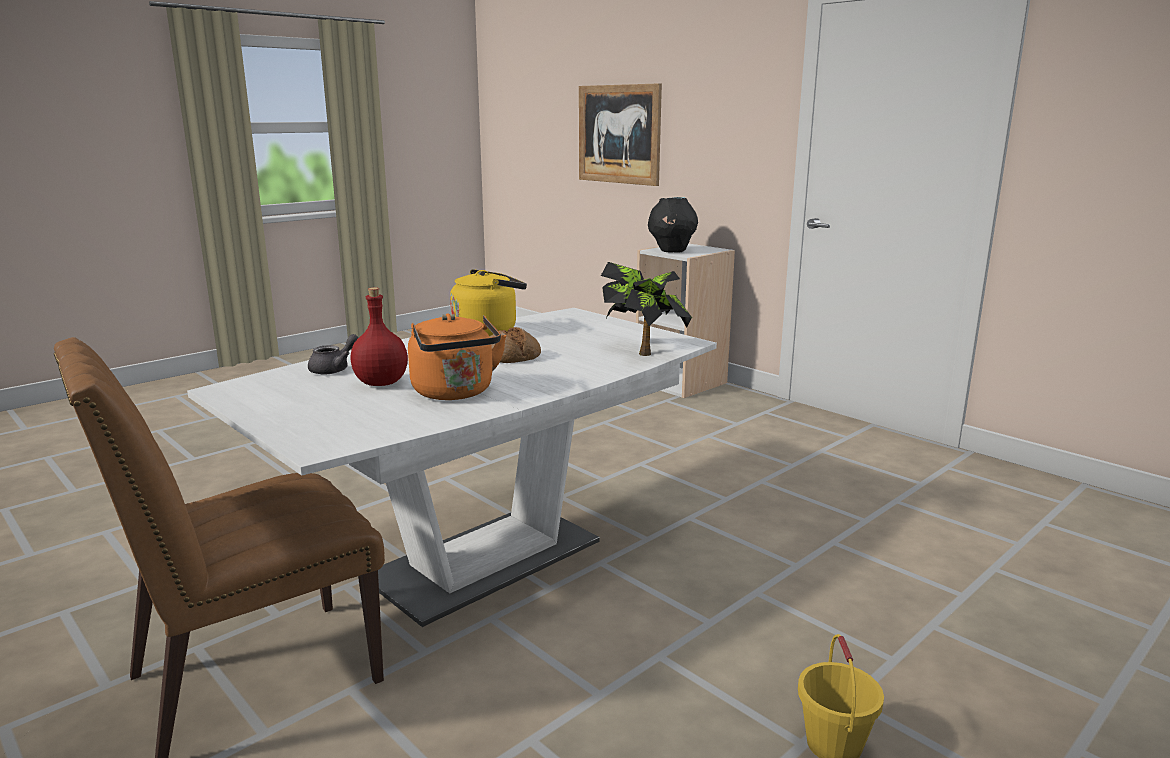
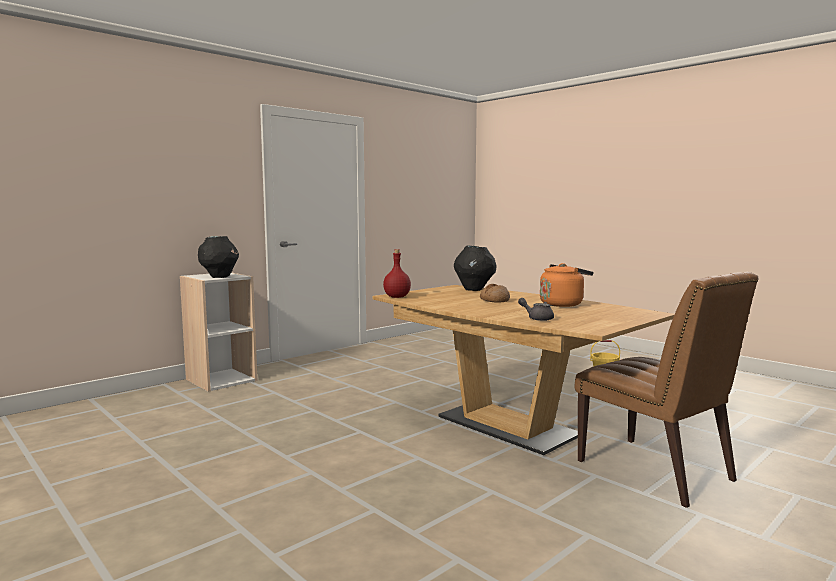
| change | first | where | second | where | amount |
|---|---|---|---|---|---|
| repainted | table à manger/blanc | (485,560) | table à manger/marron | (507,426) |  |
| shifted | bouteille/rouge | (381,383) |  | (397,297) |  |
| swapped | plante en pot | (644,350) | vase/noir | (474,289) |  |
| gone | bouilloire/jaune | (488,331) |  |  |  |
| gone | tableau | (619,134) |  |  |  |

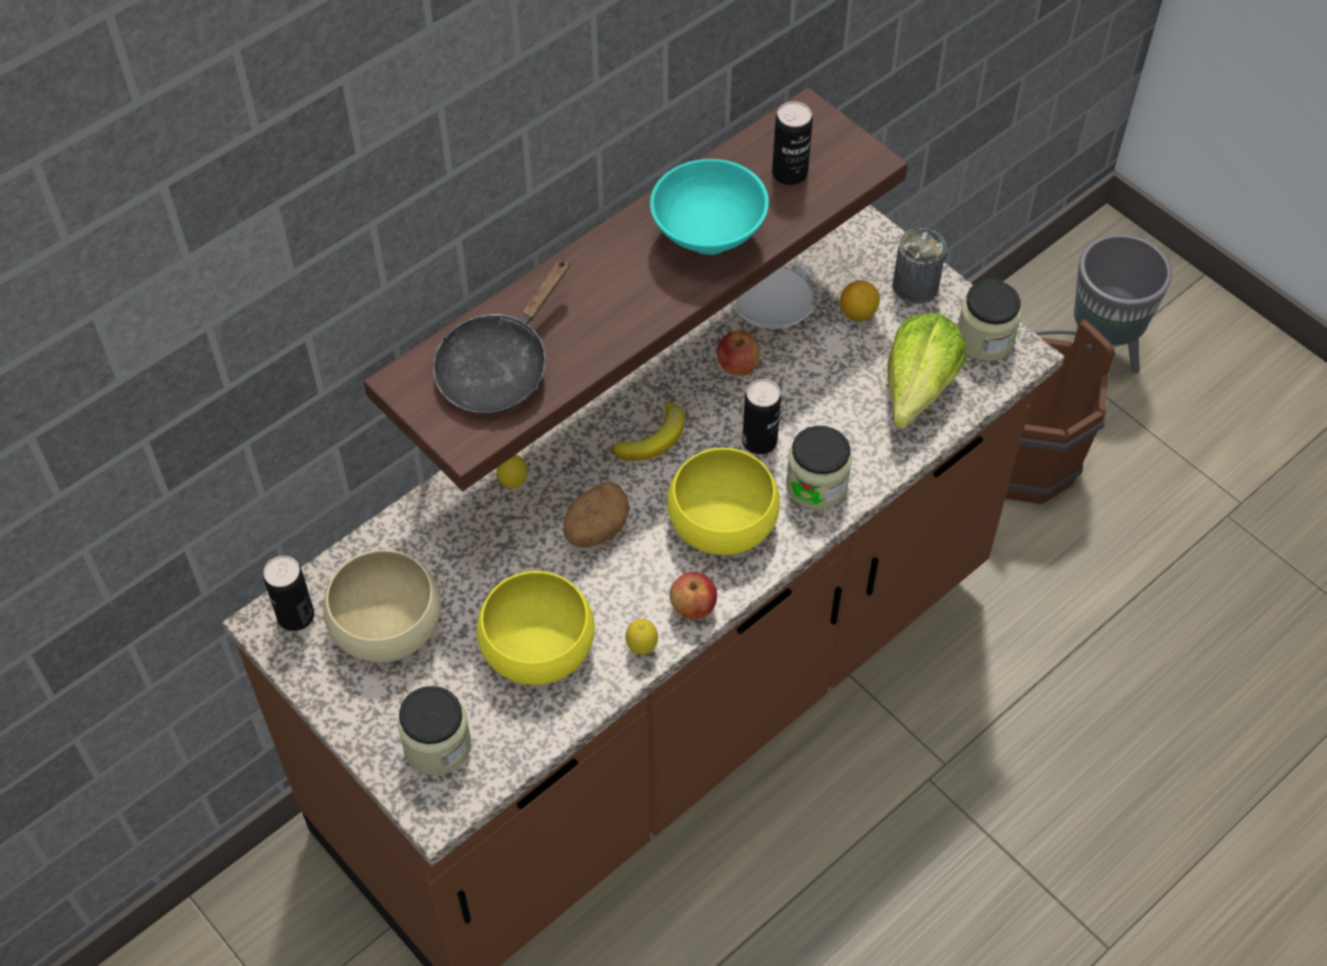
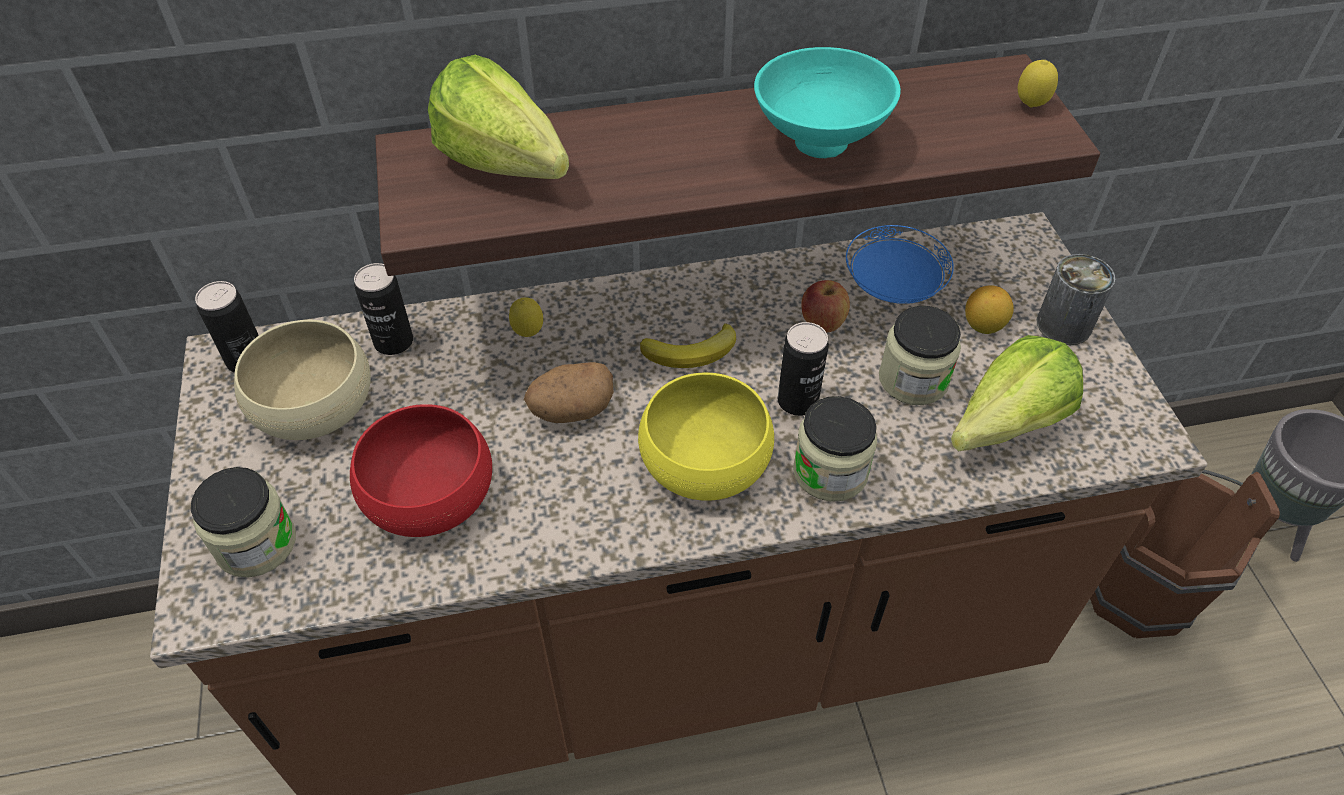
| change | first | where | second | where | amount |
|---|---|---|---|---|---|
| repainted | bol/jaune | (538,645) | bol/rouge | (430,493) |  |
| shifted | boîte métallique | (789,173) |  | (393,342) |  |
| swapped | poêle/noir | (499,367) | laitue | (510,172) |  |
| repainted | assiette/blanc | (772,309) | assiette/bleu | (894,286) |  |
| shifted | bocal | (984,339) |  | (913,379) |  |
| shifted | citron | (642,648) |  | (1030,106) |  |
| gone | pomme | (693,607) |  |  |  |

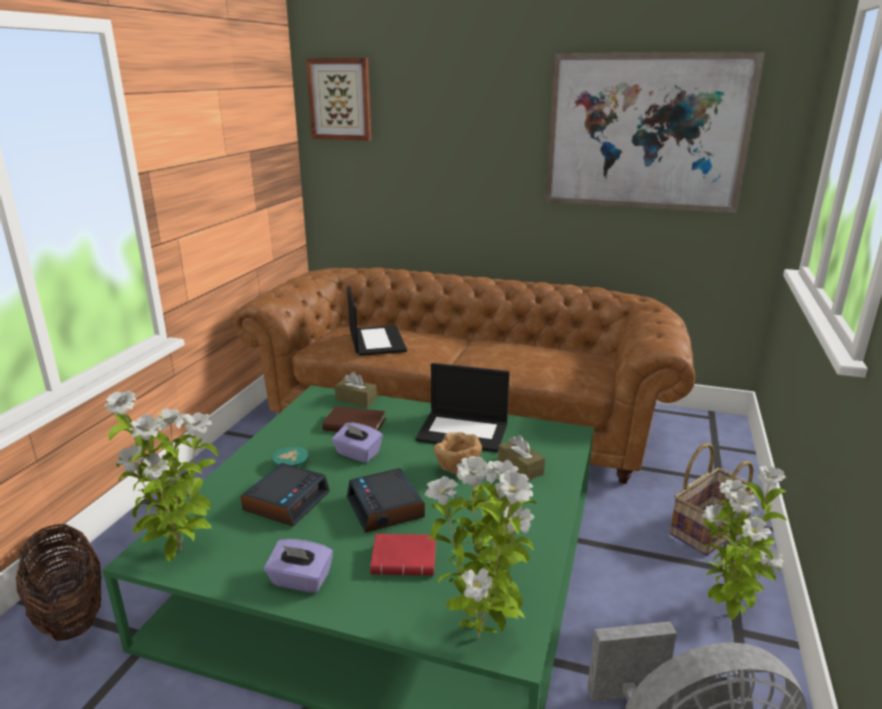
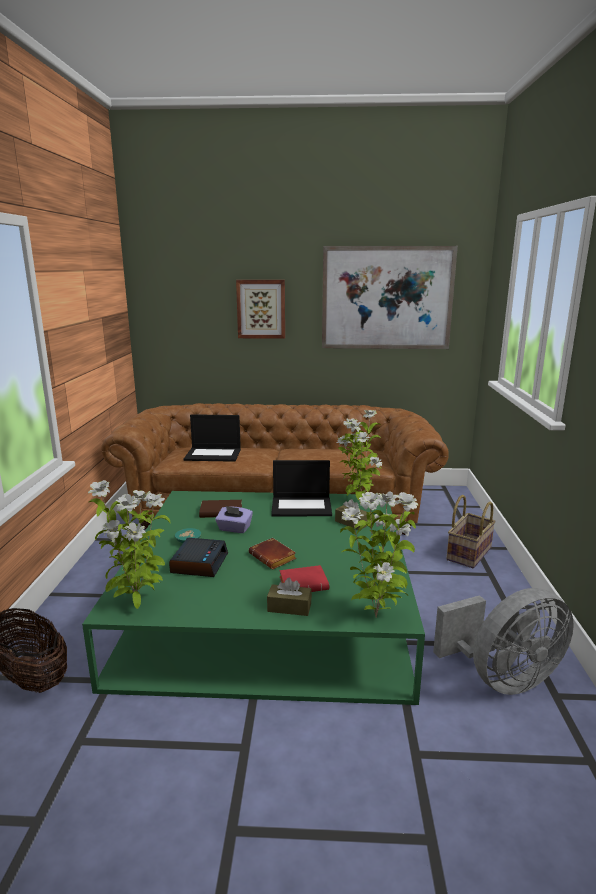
| change | first | where | second | where | amount |
|---|---|---|---|---|---|
| rotated | ordinateur portable | (376,341) |  | (214,454) | 120 degrees clockwise |
| shifted | tableau | (340,99) |  | (261,309) |  |
| swapped | réveil | (386,508) | livre/marron | (274,557) |  |
| shifted | boîte à mouchoirs/marron | (356,399) |  | (289,607) |  |
| shifted | plante en pot | (727,612) |  | (358,503) |  |
| gone | boîte à mouchoirs/violet | (300,580) |  |  |  |
| gone | bol/marron | (457,471) |  |  |  |

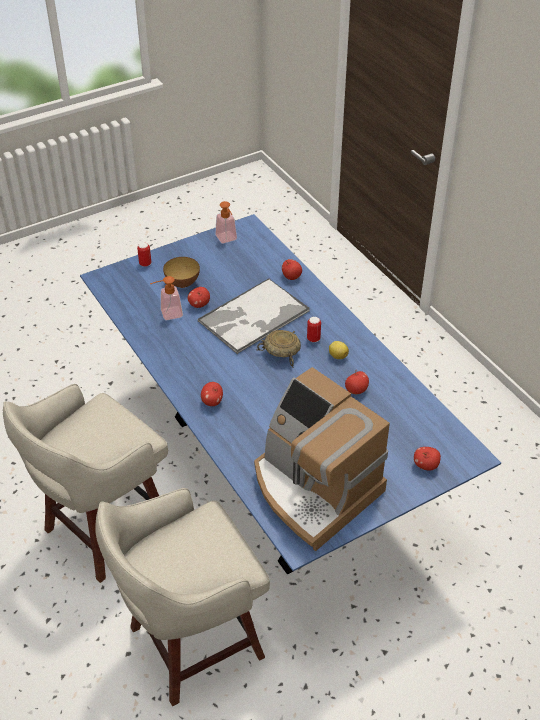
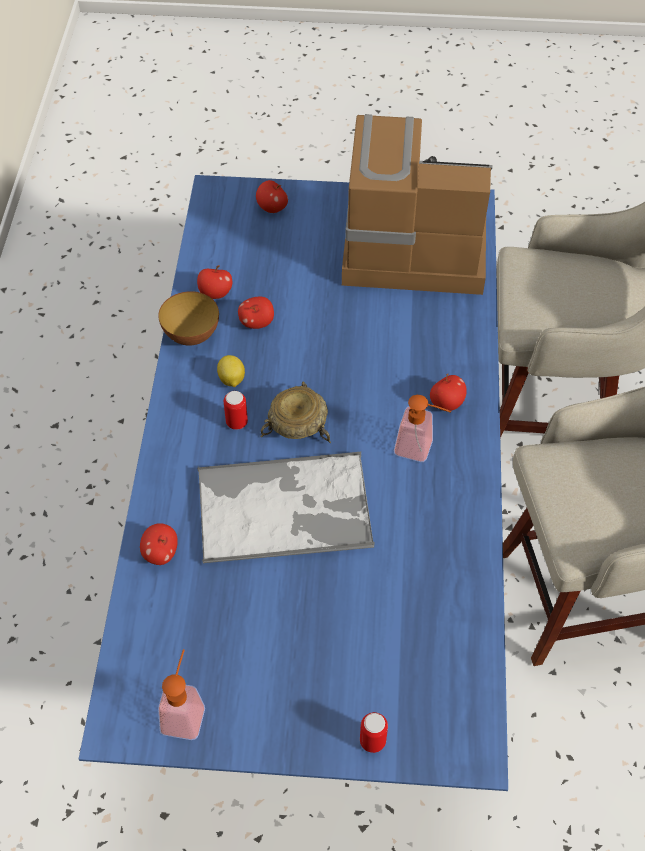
| change | first | where | second | where | amount |
|---|---|---|---|---|---|
| shifted | bol | (182,283) |  | (191,335) |  |
| shifted | pomme | (199,304) |  | (215,293) |  |
| rotated | machine à café | (313,489) |  | (411,244) | 75 degrees counterclockwise |
| shifted | distributeur de savon | (167,314) |  | (420,449) |  |

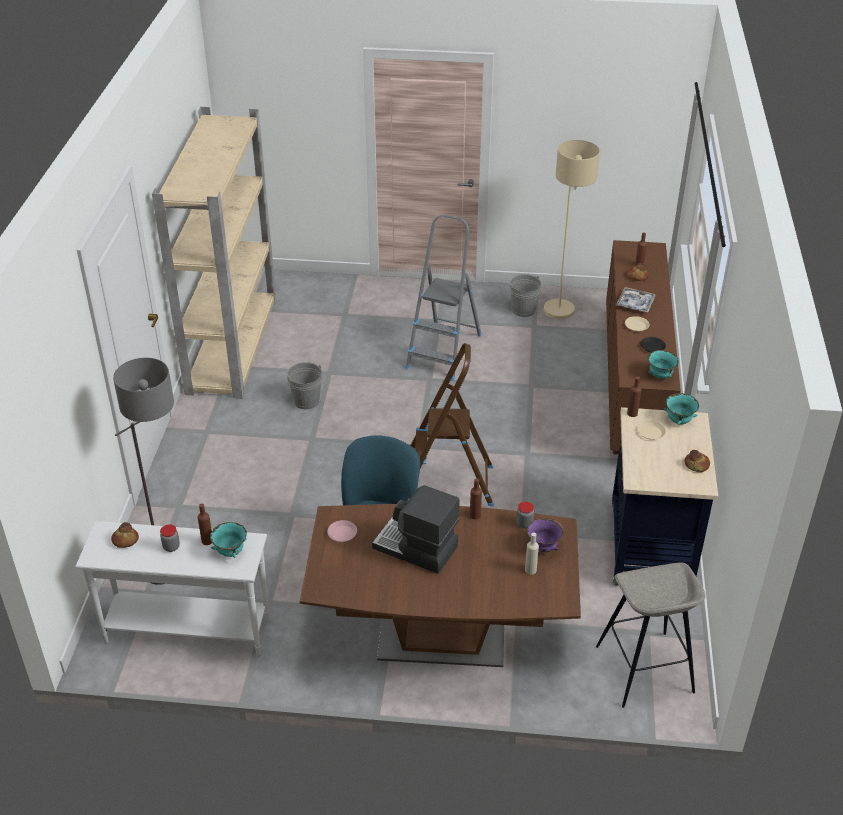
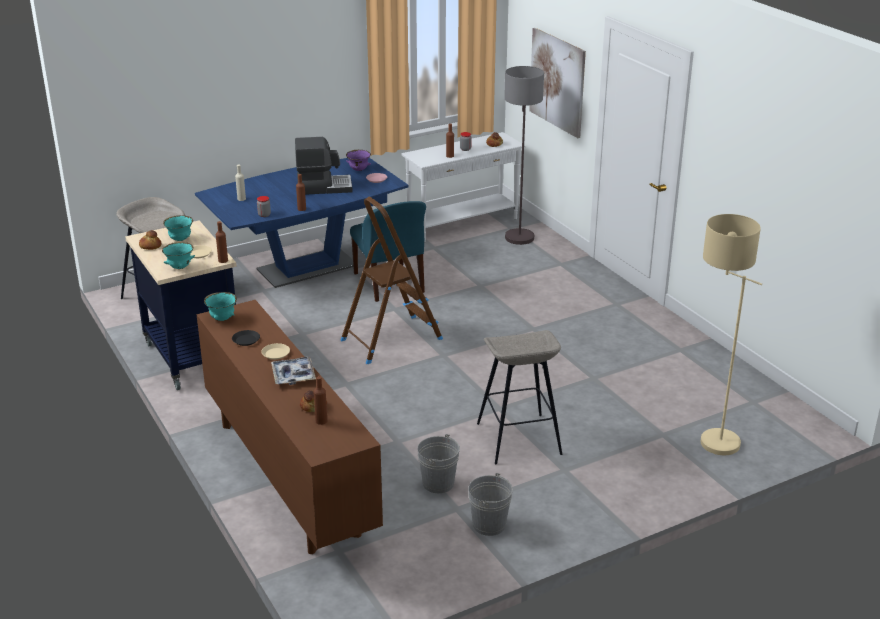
| change | first | where | second | where | amount |
|---|---|---|---|---|---|
| shifted | bol/turquoise | (230,552) |  | (180,239) |  |
| repainted | table à manger/marron | (441,639) | table à manger/bleu | (307,268) |  |
| shifted | bol/violet | (543,548) |  | (358,170) |  |
| shifted | seau/gris | (306,401) |  | (438,483) |  |
| swapped | escabeau/gris | (443,352) | tabouret/gris | (518,439) |  |
| new |  |  | tableau | (557,82) |  |
| shifted | lampadaire/beige | (561,316) |  | (709,438) |  |
| gone | bibliothèque/beige | (233,345) |  |  |  |

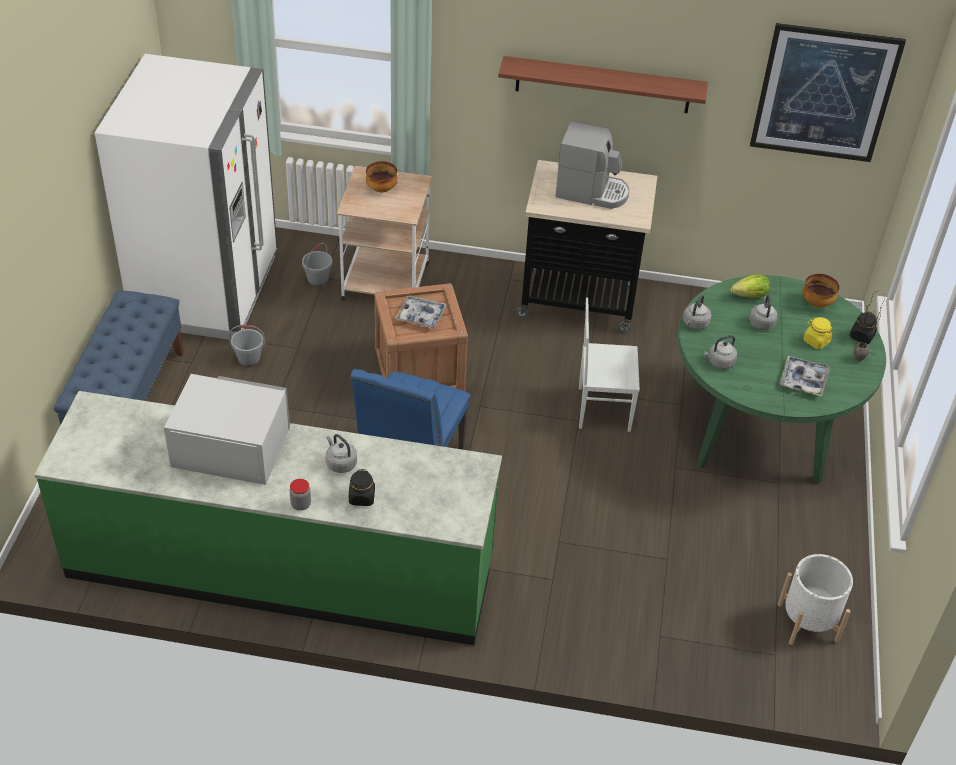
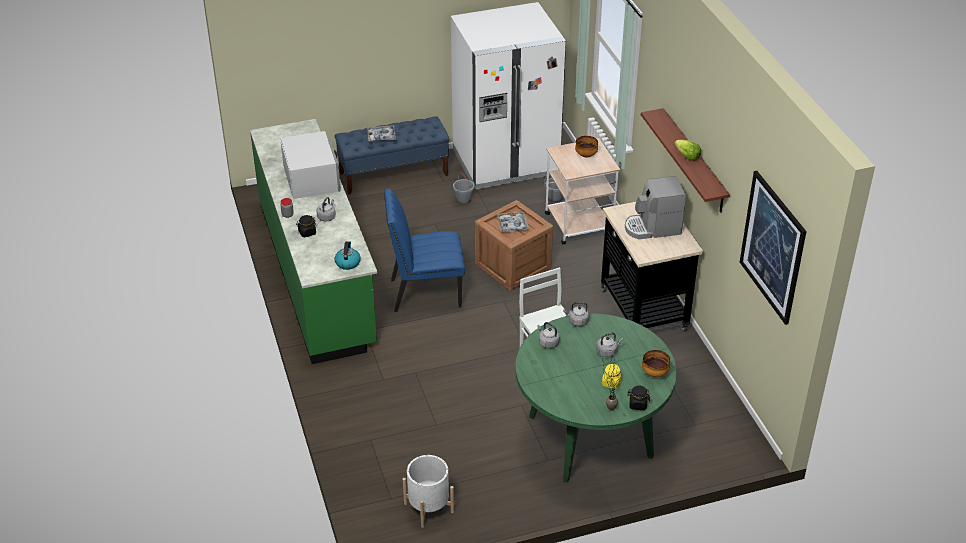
| change | first | where | second | where | amount |
|---|---|---|---|---|---|
| new |  |  | bouilloire | (347,262) |  |
| shifted | plateau | (803,380) |  | (381,136) |  |
| rotated | machine à café | (592,192) |  | (652,228) | 90 degrees clockwise |
| shifted | laitue | (750,296) |  | (687,157) |  |

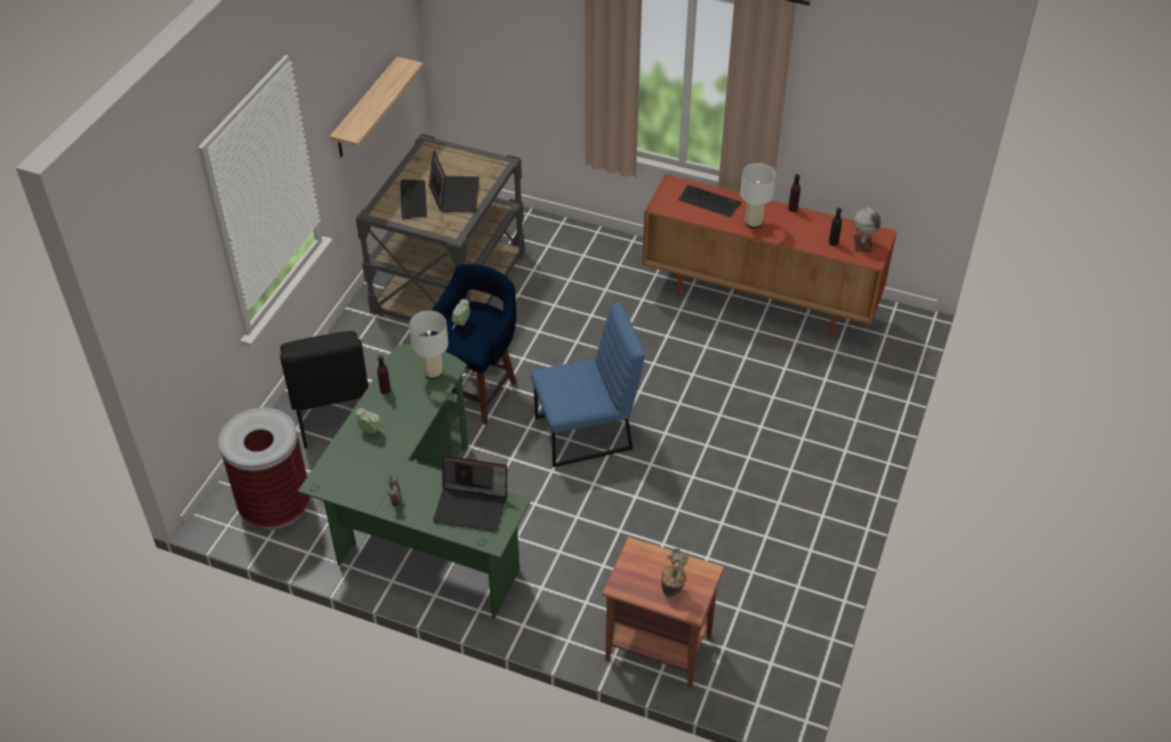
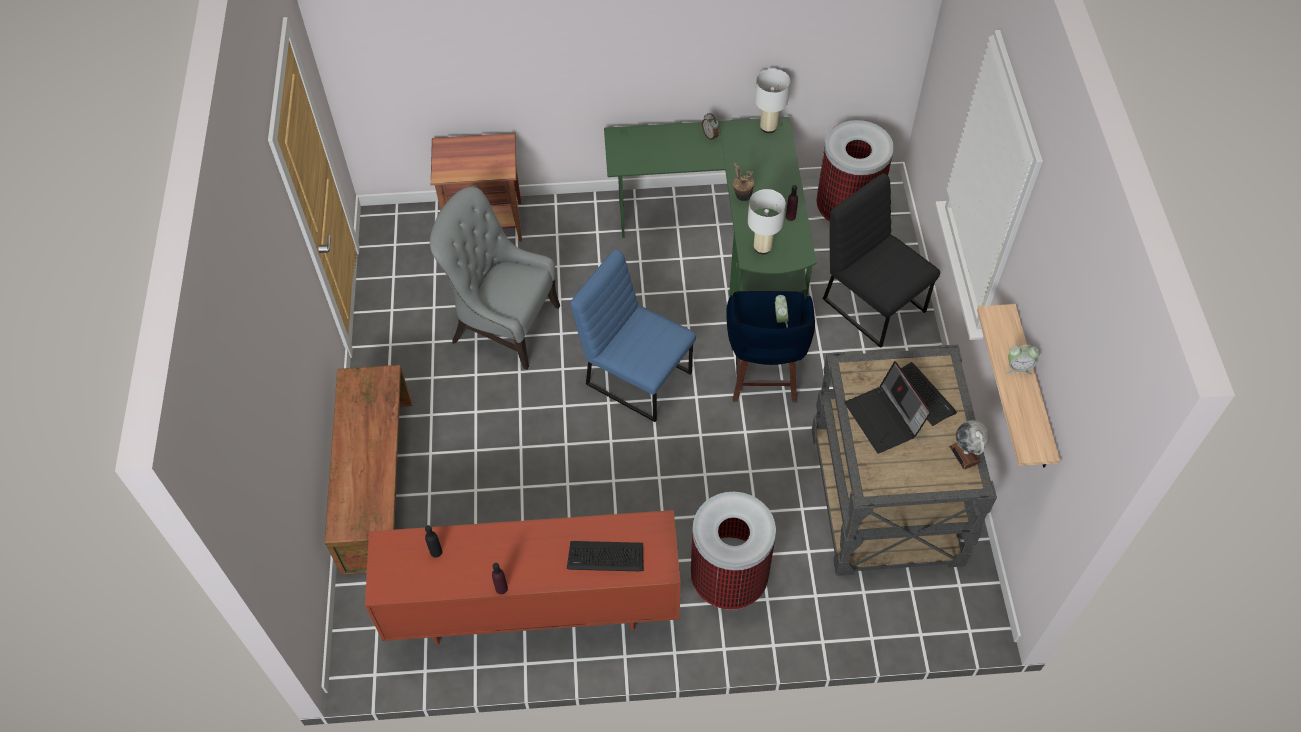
| change | first | where | second | where | amount |
|---|---|---|---|---|---|
| new |  |  | banc/marron | (376,483) |  |
| new |  |  | chaise/gris | (503,324) |  |
| rotated | chaise/bleu | (586,433) |  | (636,376) | 75 degrees clockwise |
| new |  |  | poubelle | (729,579) |  |
| shifted | plante en pot | (673,590) |  | (741,196) |  |
| shifted | lampe de table/blanc | (753,223) |  | (769,127) |  |
| shifted | globe | (863,243) |  | (965,454) |  |
| shifted | réveil | (370,431) |  | (1018,368) |  |
| gone | ordinateur portable | (472,506) |  |  |  |

